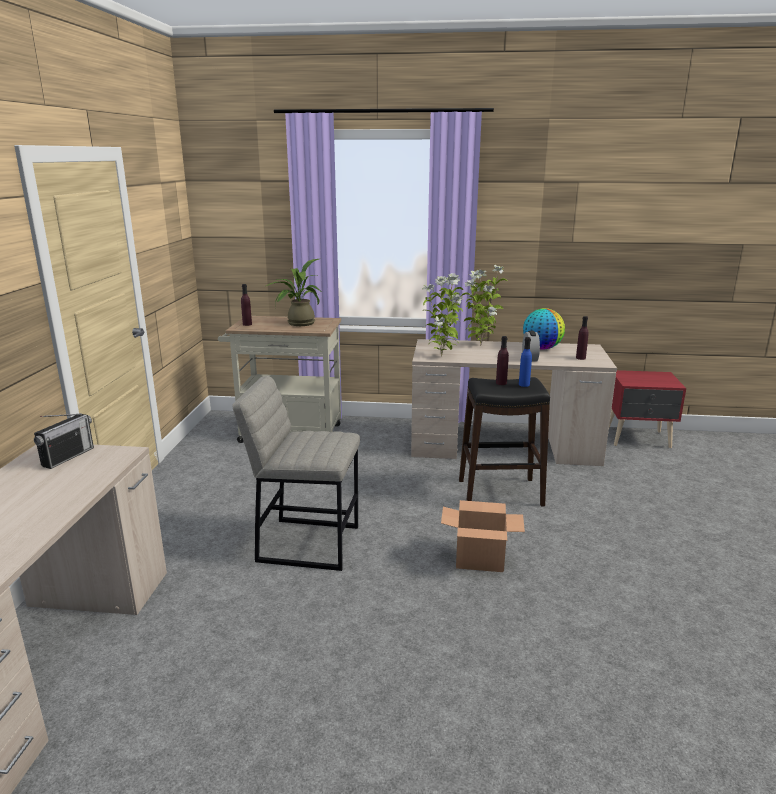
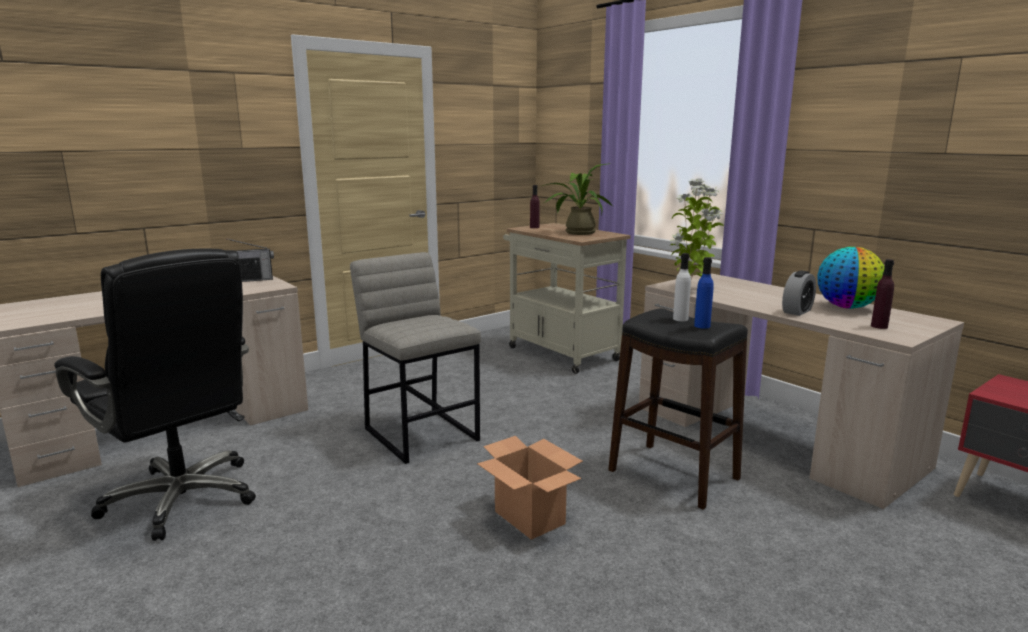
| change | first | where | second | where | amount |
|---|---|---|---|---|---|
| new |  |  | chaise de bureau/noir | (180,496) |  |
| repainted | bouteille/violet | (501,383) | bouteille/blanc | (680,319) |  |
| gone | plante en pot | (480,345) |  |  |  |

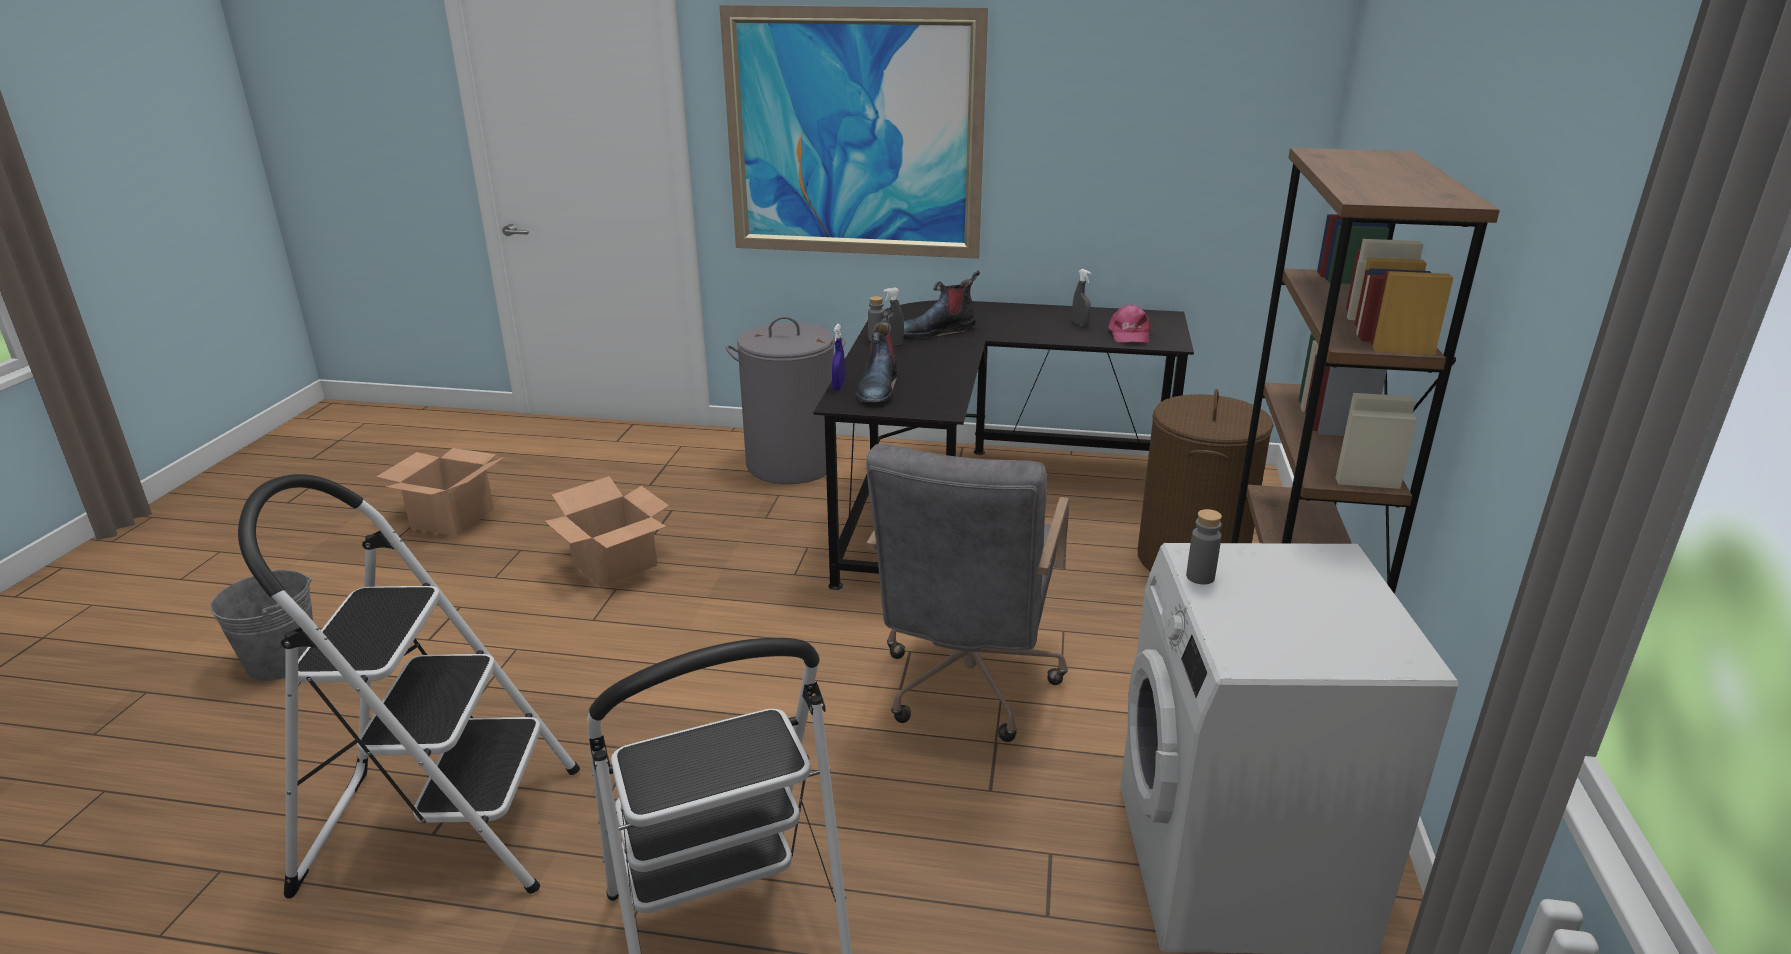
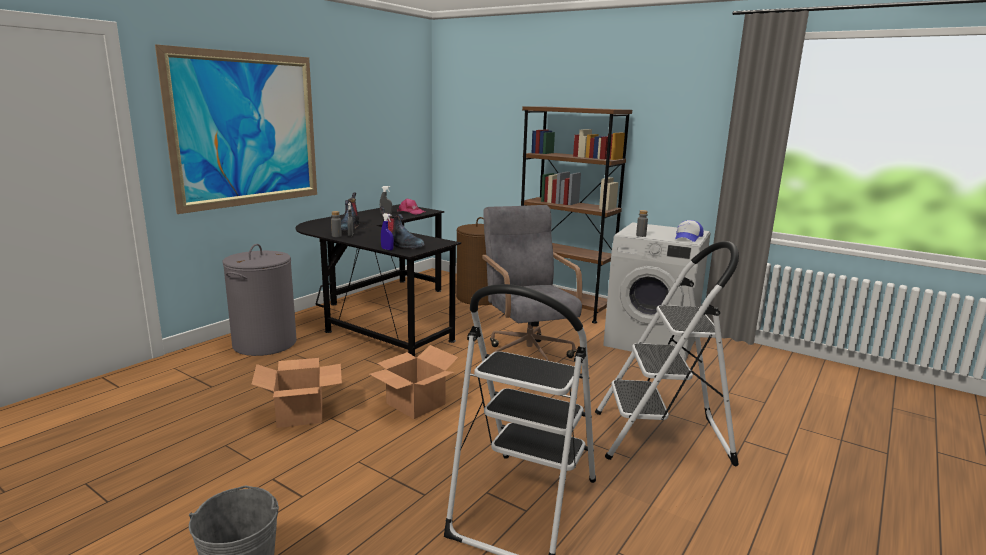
| change | first | where | second | where | amount |
|---|---|---|---|---|---|
| shifted | carton | (452,519) |  | (416,404) |  |
| rotated | chaise de bureau/gris | (966,692) |  | (526,355) | 150 degrees counterclockwise |
| new |  |  | casquette | (688,237) |  |

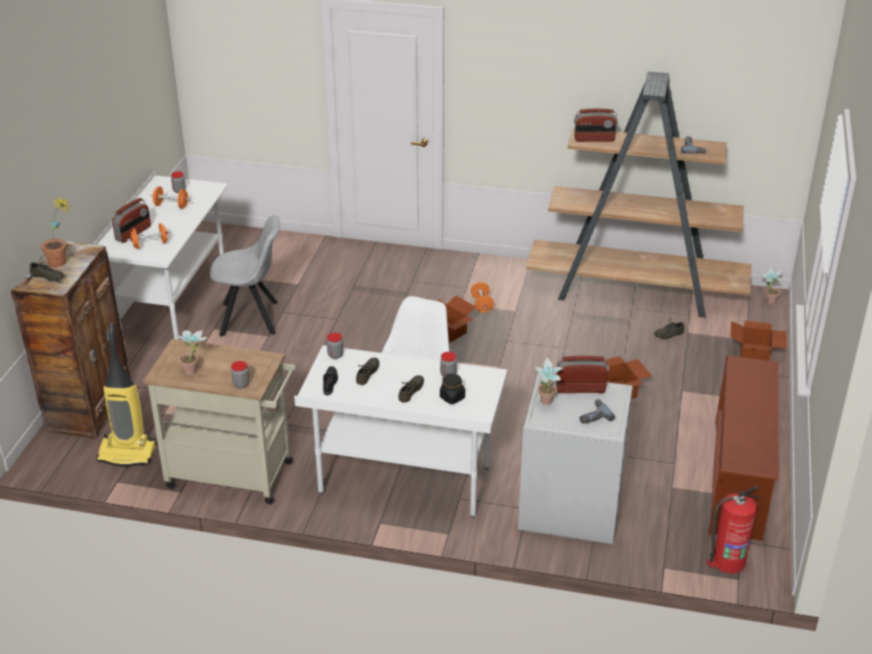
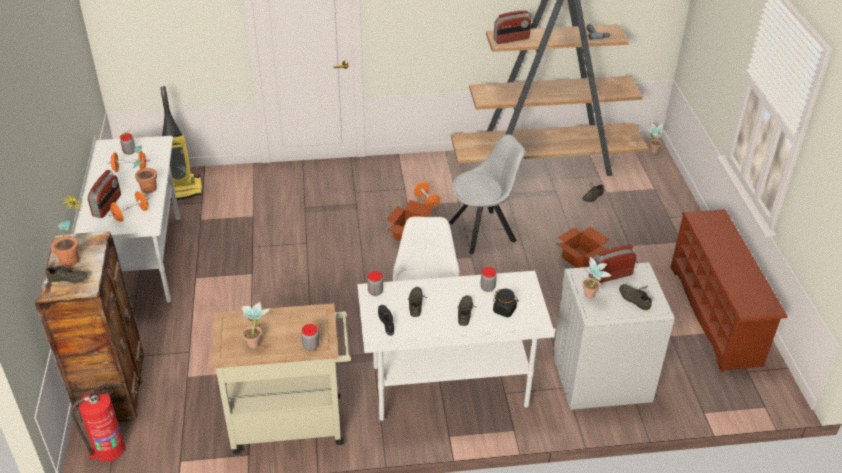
| change | first | where | second | where | amount |
|---|---|---|---|---|---|
| shifted | extincteur | (727,561) |  | (108,449) |  |
| new |  |  | plante en pot | (145,187) |  |
| shifted | aspirateur | (128,453) |  | (182,190) |  |
| shifted | chaise/gris | (251,318) |  | (483,231) |  |
| swapped | perceuse | (593,415) | chaussure/gris | (635,299) |  |
| gone | carton | (755,354) |  |  |  |

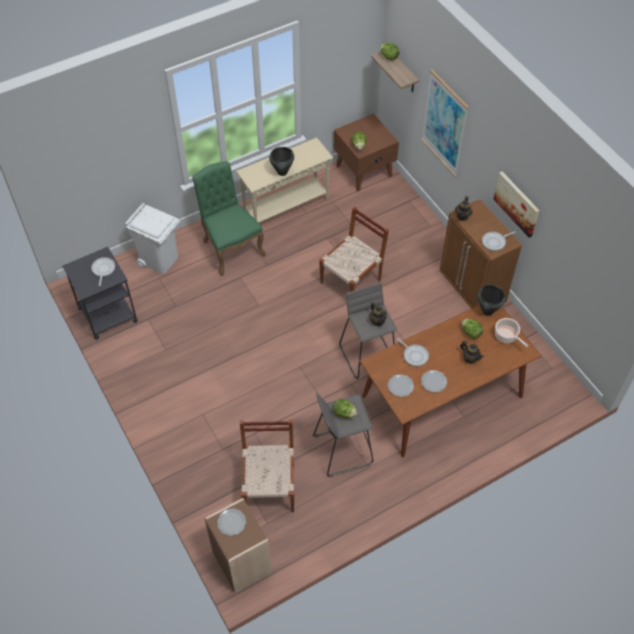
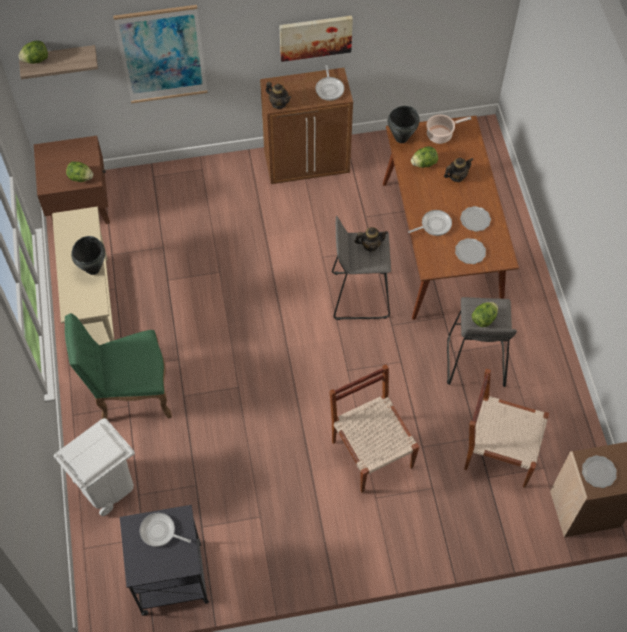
| change | first | where | second | where | amount |
|---|---|---|---|---|---|
| shifted | chaise | (352,280) |  | (371,452) |  |

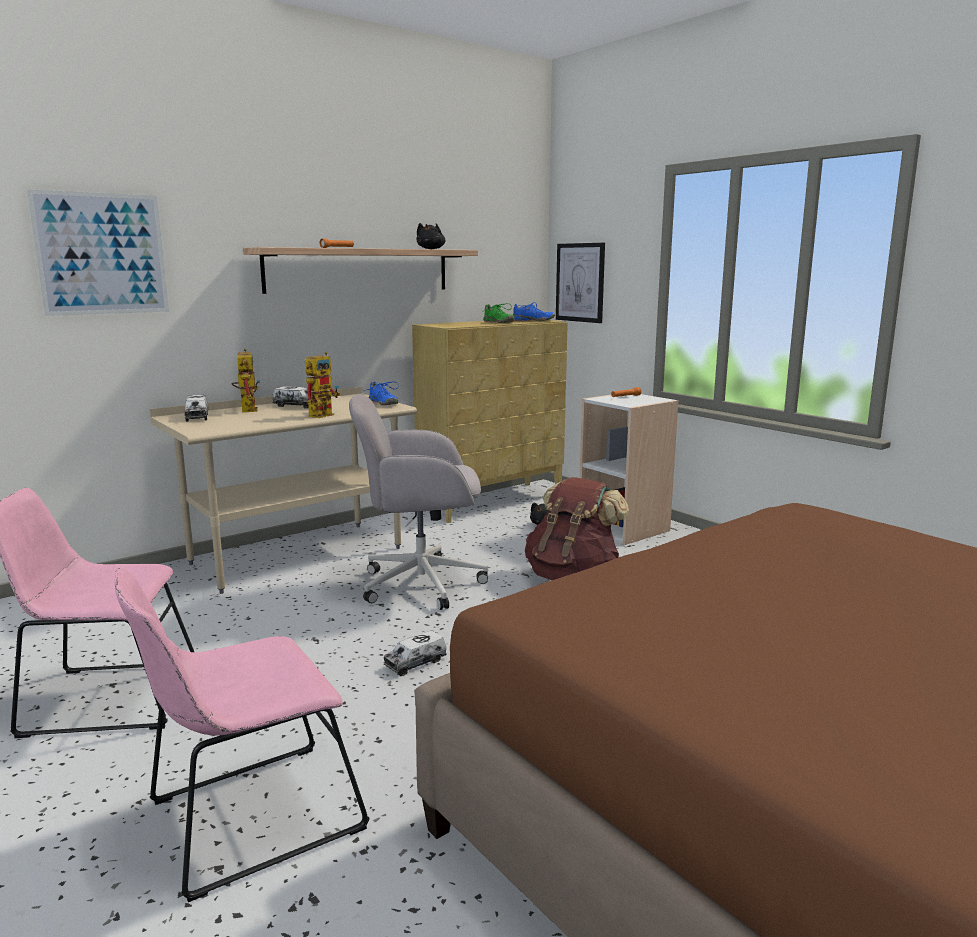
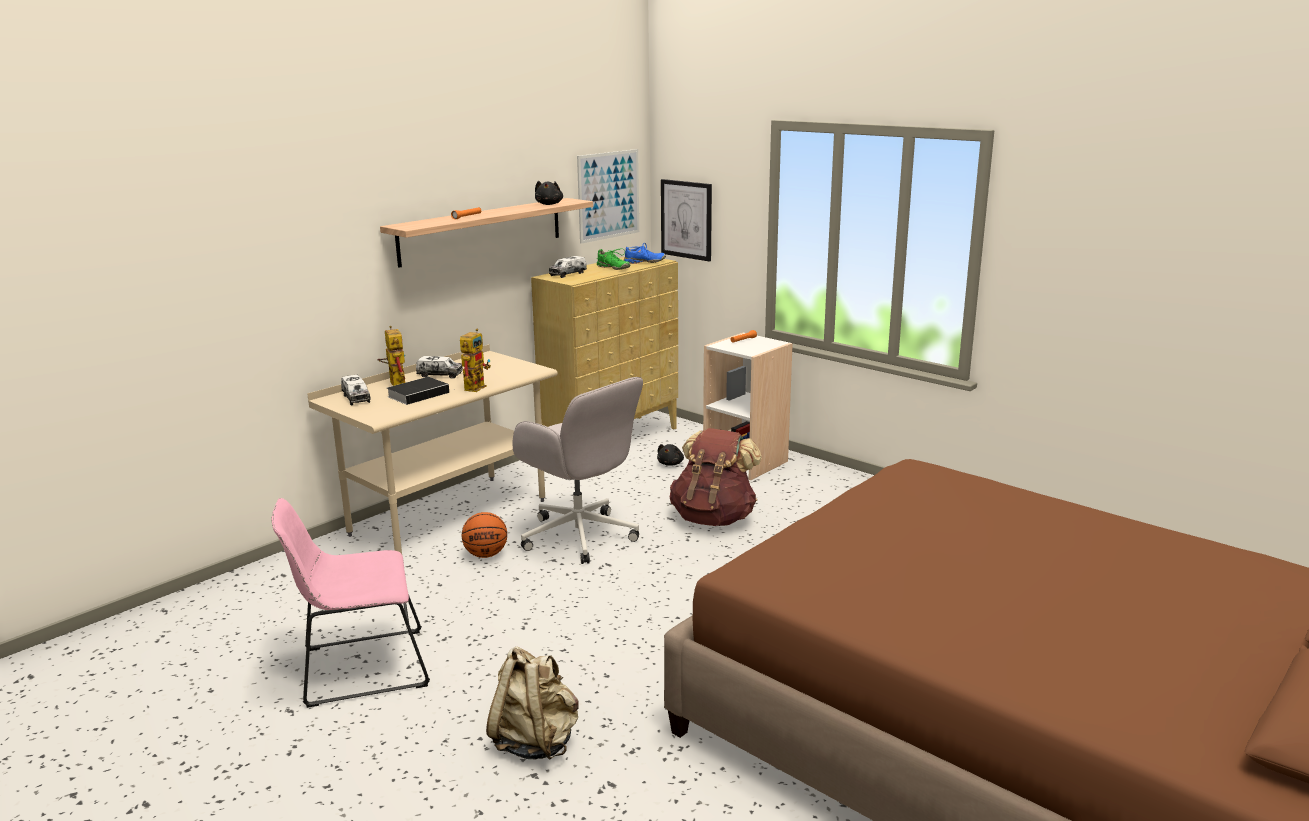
| change | first | where | second | where | amount |
|---|---|---|---|---|---|
| new |  |  | livre | (419,394) |  |
| new |  |  | ballon de basket | (486,554) |  |
| swapped | chaise/rose | (247,819) | sac à dos/beige | (535,742) |  |
| rotated | chaise de bureau/gris | (420,584) |  | (580,537) | 120 degrees counterclockwise |
| shifted | camion jouet | (415,663) |  | (568,274) |  |
| shifted | tableau | (101,254) |  | (608,195) |  |
| gone | chaussure/bleu | (382,403) |  |  |  |

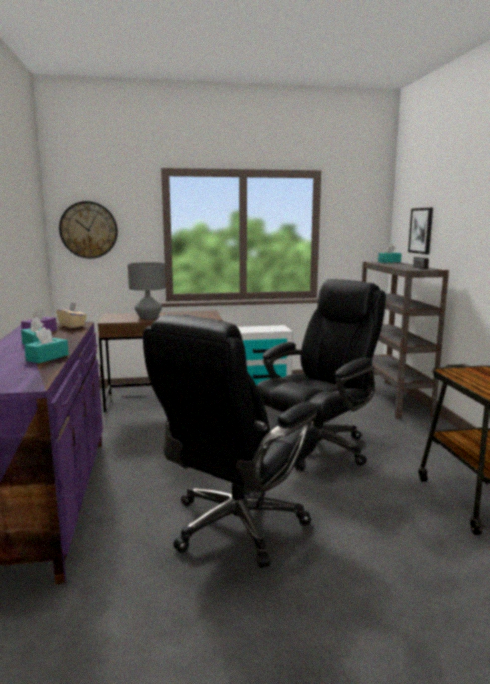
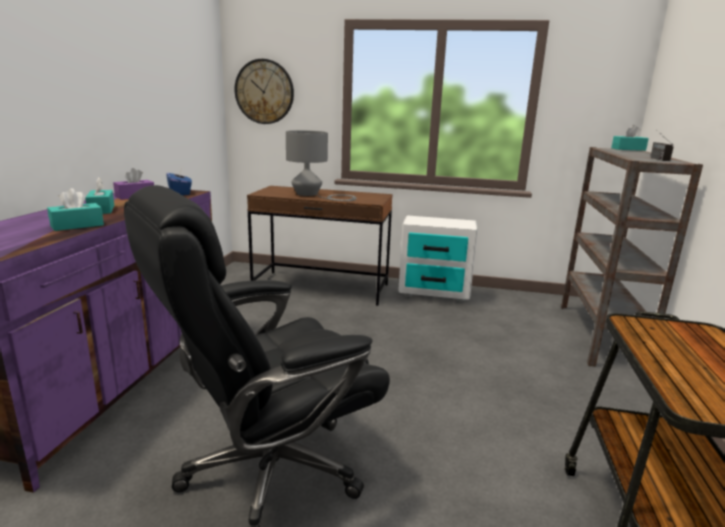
| change | first | where | second | where | amount |
|---|---|---|---|---|---|
| repainted | boîte à mouchoirs/beige | (72,325) | boîte à mouchoirs/bleu | (180,193) |  |
| gone | chaise de bureau/noir | (317,448) |  |  |  |
| gone | tableau | (421,230) |  |  |  |

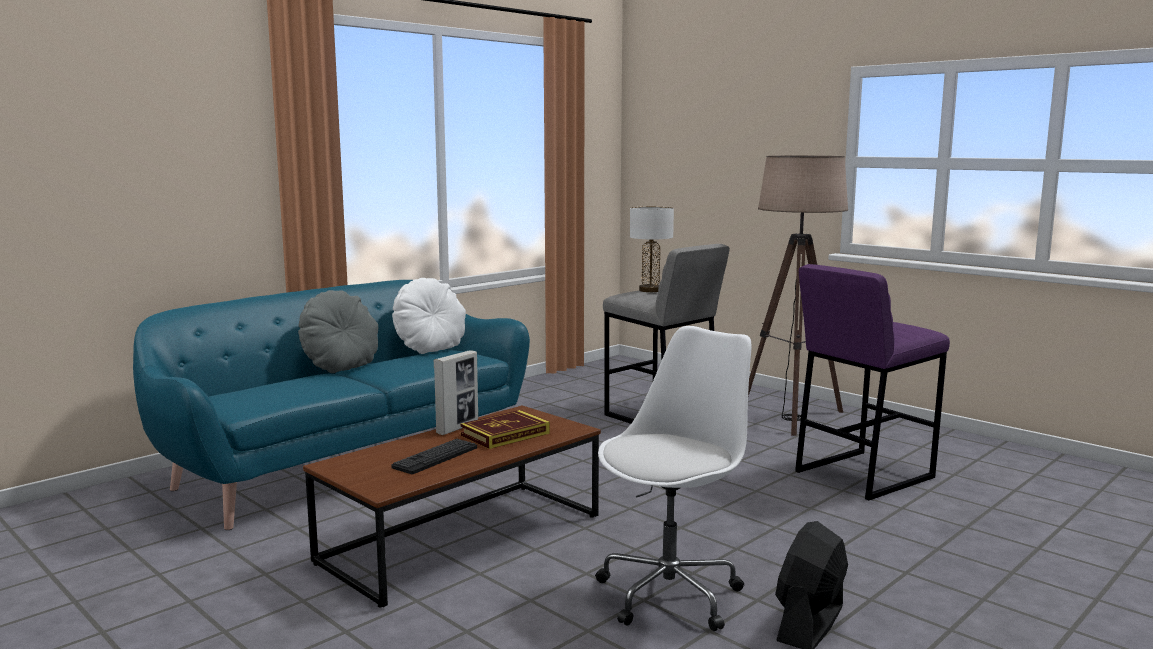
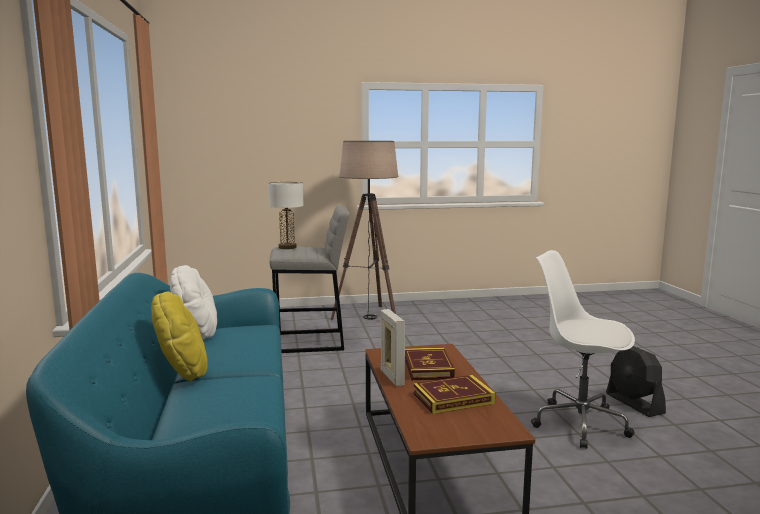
| change | first | where | second | where | amount |
|---|---|---|---|---|---|
| repainted | coussin/gris | (341,369) | coussin/jaune | (182,375) |  |
| swapped | clavier | (435,457) | livre | (453,398) |  |
| rotated | chaise de bureau/blanc | (671,594) |  | (577,424) | 45 degrees counterclockwise |
| gone | tabouret/violet | (862,475) |  |  |  |

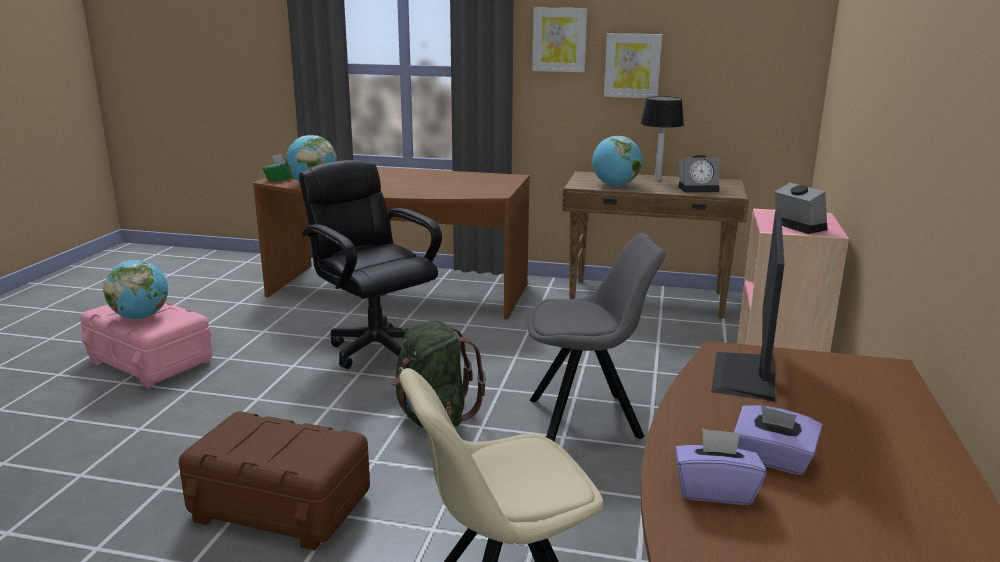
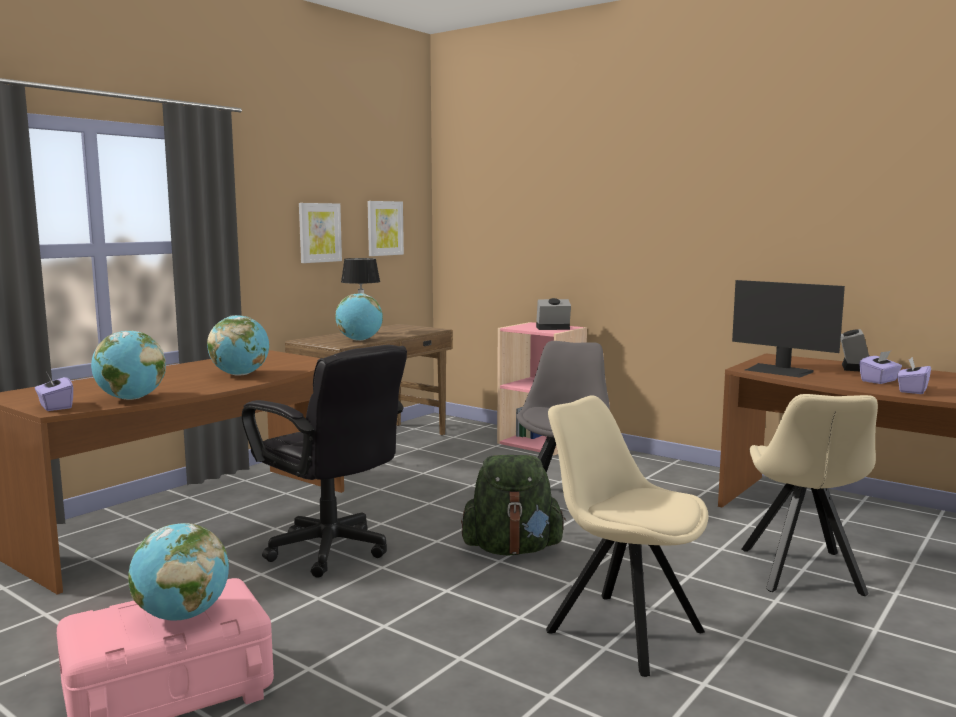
| change | first | where | second | where | amount |
|---|---|---|---|---|---|
| repainted | boîte à mouchoirs/vert | (281,178) | boîte à mouchoirs/violet | (55,407) |  |
| new |  |  | globe | (240,375) |  |
| rotated | chaise de bureau/noir | (374,349) |  | (333,553) | 120 degrees counterclockwise |
| shifted | tableau | (559,39) |  | (384,228) |  |
| swapped | boîte de rangement/marron | (281,505) | chaise/beige | (622,631) |  |
| shifted | réveil | (699,189) |  | (854,367) |  |

